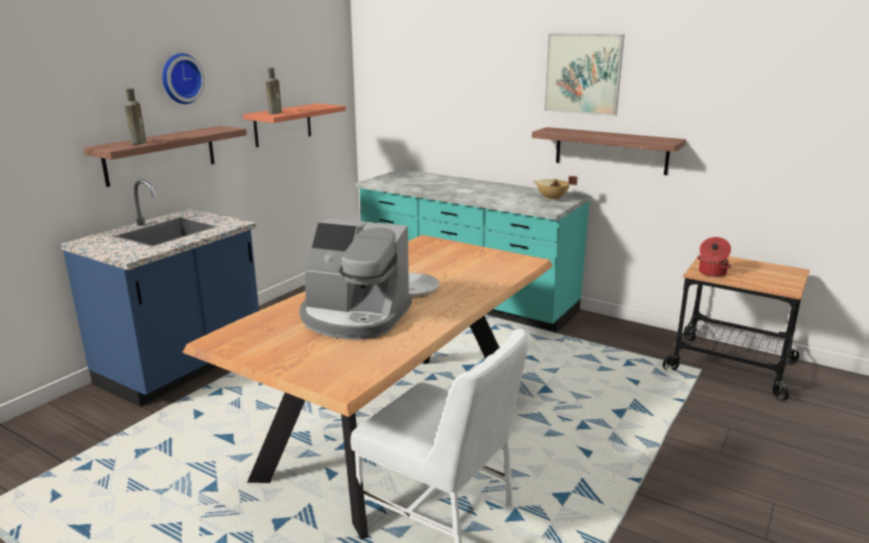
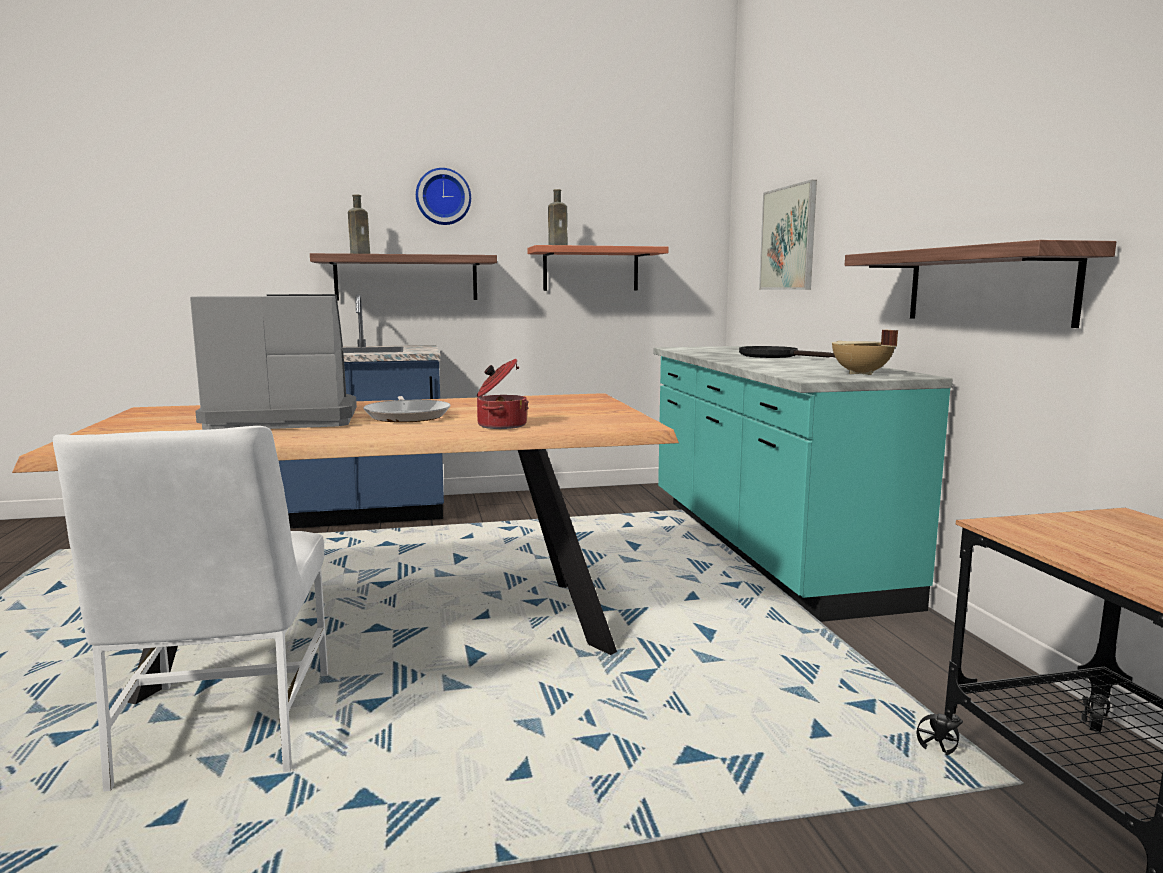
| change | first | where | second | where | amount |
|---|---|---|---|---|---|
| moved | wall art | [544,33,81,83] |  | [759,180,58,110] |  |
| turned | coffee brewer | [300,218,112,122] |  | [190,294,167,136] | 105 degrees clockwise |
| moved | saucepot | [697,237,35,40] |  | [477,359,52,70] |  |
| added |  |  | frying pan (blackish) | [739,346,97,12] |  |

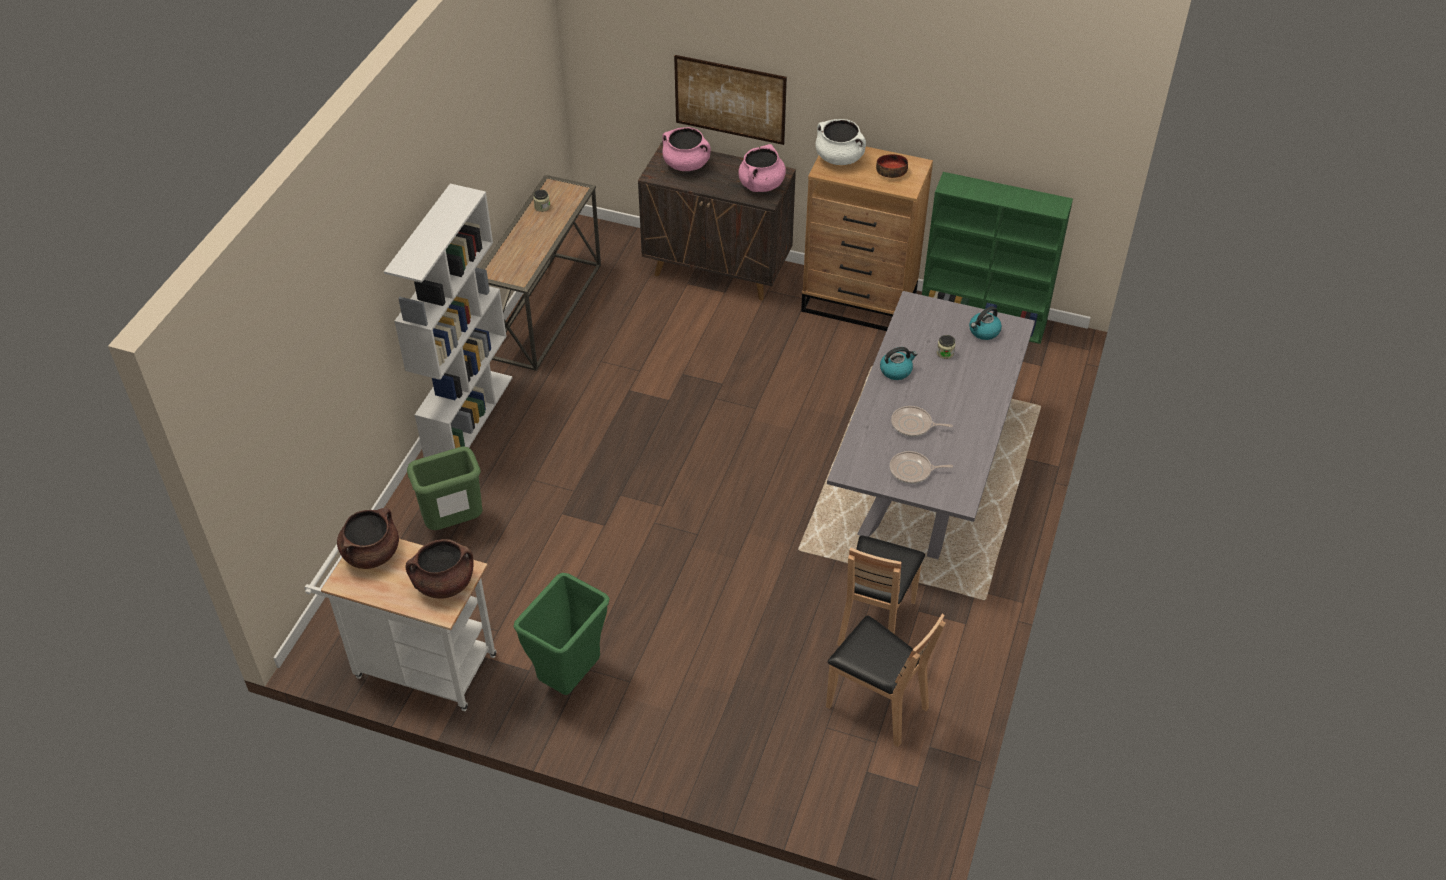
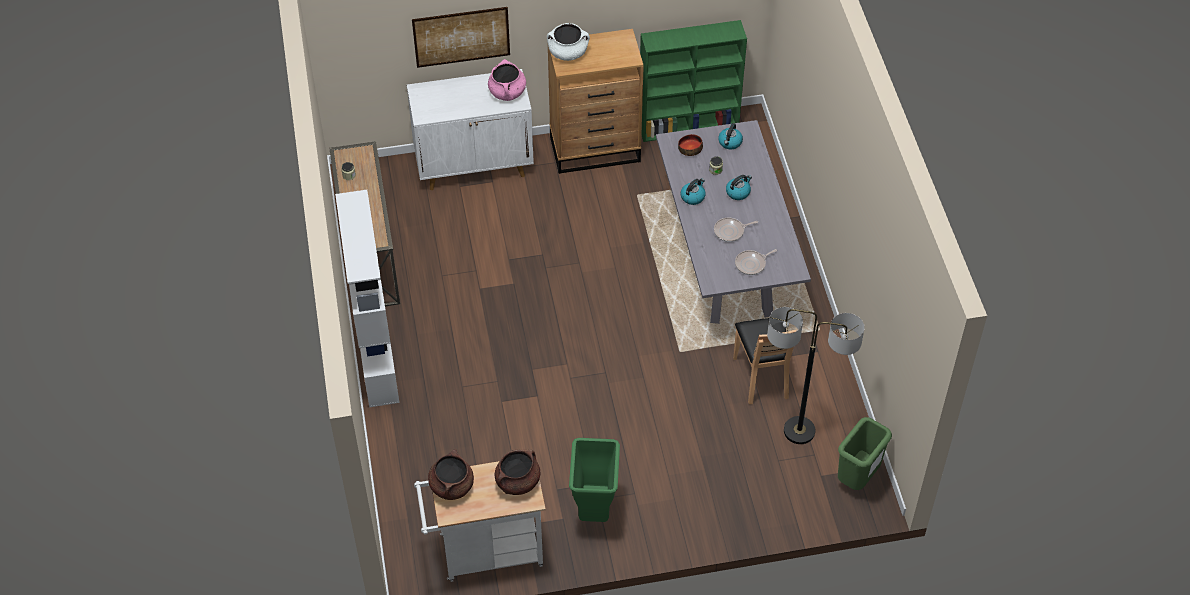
| change | first | where | second | where | amount |
|---|---|---|---|---|---|
| removed | saucepot (pink) | [662,127,49,44] |  |  |  |
| recoloured | storage cabinet (brownish) | [638,141,158,159] | storage cabinet (white) | [407,69,127,121] |  |
| moved | bowl | [876,154,32,24] |  | [678,134,25,22] |  |
| moved | trash can (green) | [407,446,76,84] |  | [838,417,54,73] |  |
| replaced | upright chair (brownish) | [826,614,120,133] | floor lamp | [767,307,98,137] |  |
| added |  |  | tea kettle | [726,175,26,25] |  |

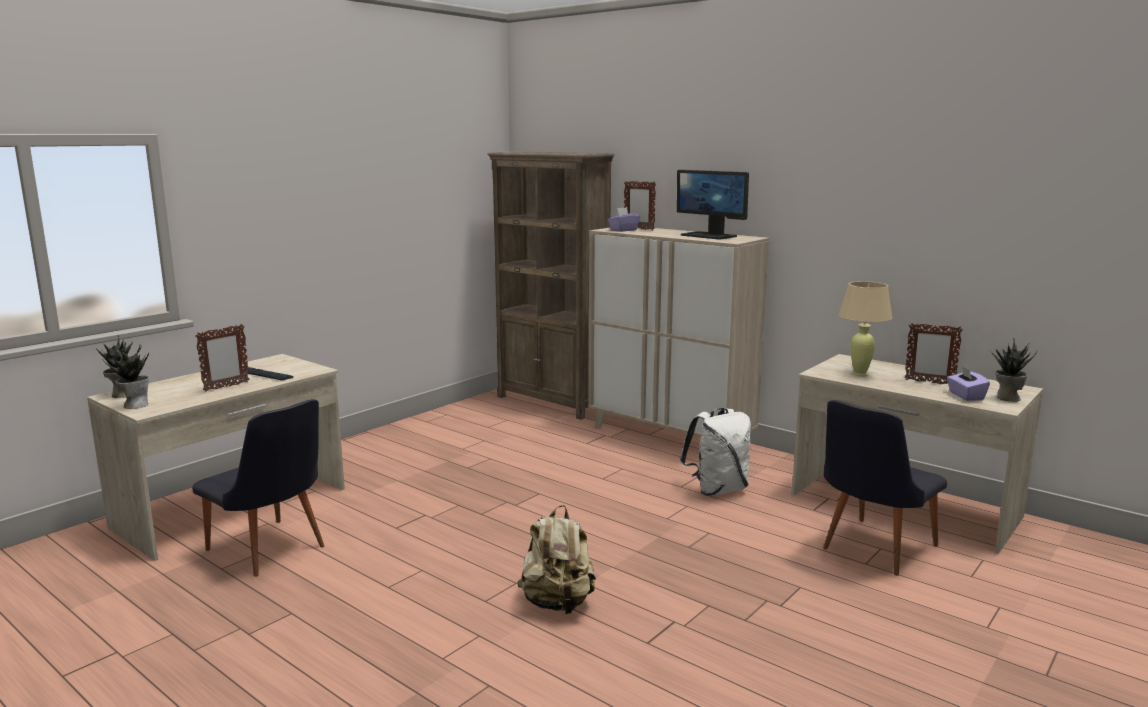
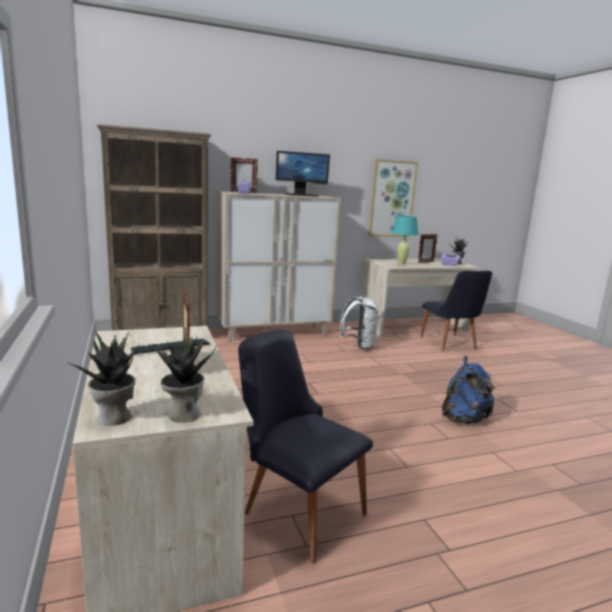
| change | first | where | second | where | amount |
|---|---|---|---|---|---|
| recoloured | tabletop lamp (sand-coloured) | [839,281,53,95] | tabletop lamp (turquoise) | [392,216,27,49] |  |
| turned | upright chair (blackish) | [192,399,132,178] |  | [238,329,135,235] | 120 degrees counterclockwise |
| recoloured | backpack (sand-coloured) | [517,505,79,109] | backpack (blue) | [442,356,54,68] |  |
| added |  |  | wall art | [368,159,50,78] |  |

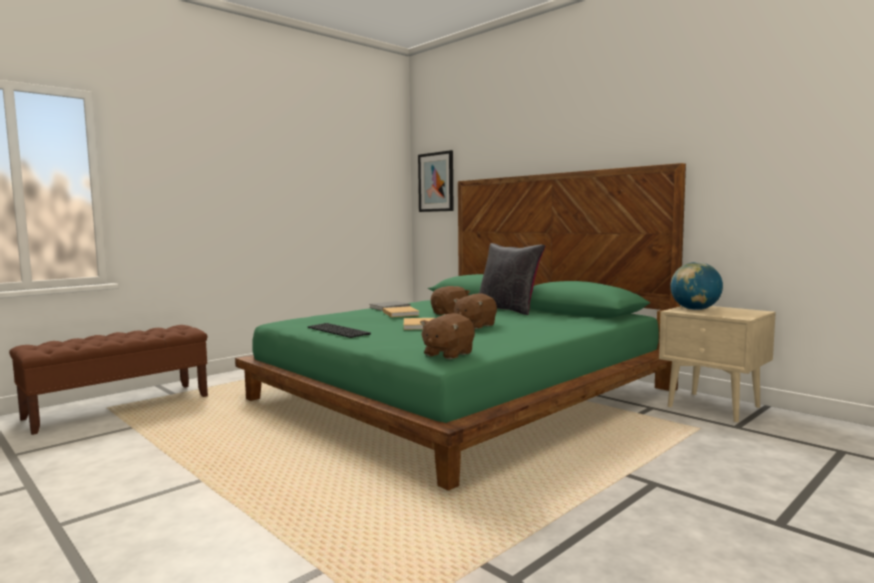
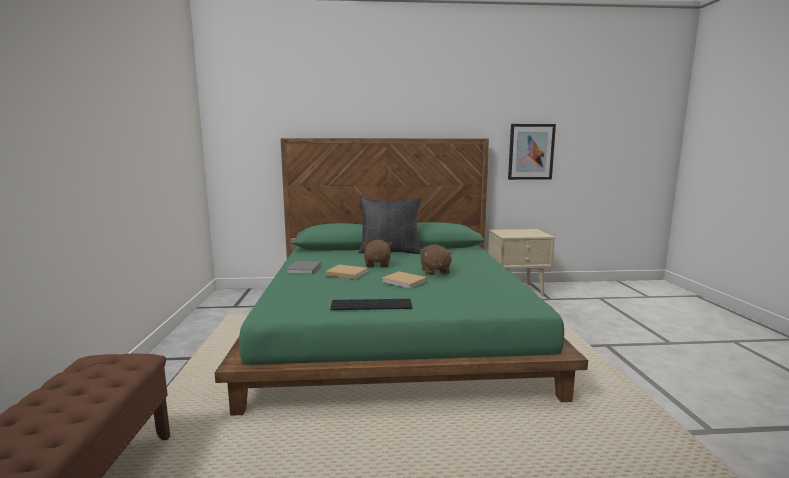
| change | first | where | second | where | amount |
|---|---|---|---|---|---|
| moved | wall art | [418,150,36,62] |  | [508,124,48,56] |  |
| removed | world globe | [670,262,53,48] |  |  |  |
| removed | cuddly toy (brownish) | [420,313,55,46] |  |  |  |

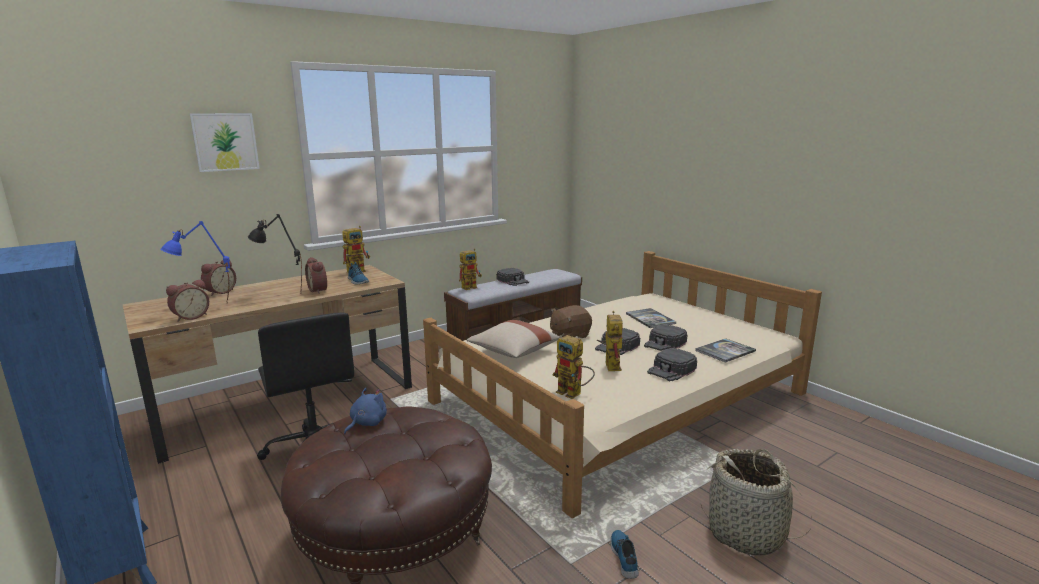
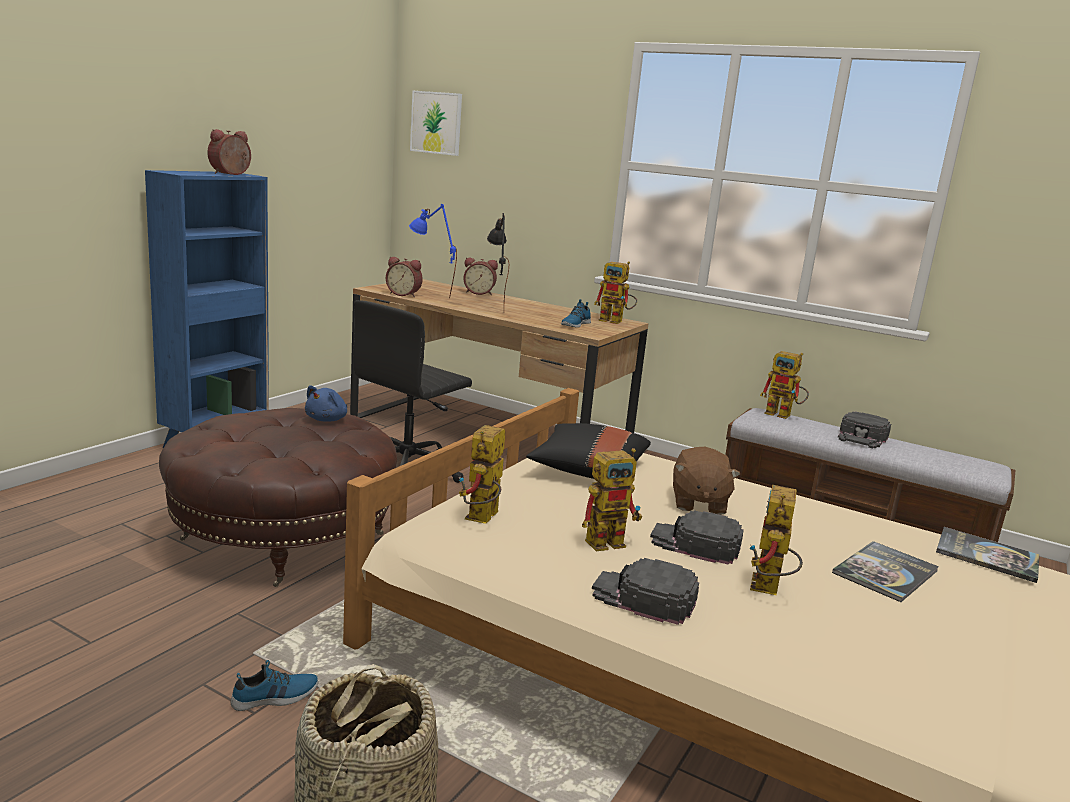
| change | first | where | second | where | amount |
|---|---|---|---|---|---|
| moved | wall art | [189,113,71,59] |  | [410,91,52,65] |  |
| moved | alarm clock | [305,257,22,37] |  | [207,129,44,46] |  |
| turned | cuddly toy (brownish) | [550,305,42,33] |  | [673,447,67,68] | 120 degrees counterclockwise |
| recoloured | cushion (sand-coloured) | [467,320,93,38] | cushion (blackish) | [526,423,125,56] |  |
| replaced | cap (blackish) | [644,324,44,27] | toy robot | [750,485,53,110] |  |
| moved | book | [695,338,61,25] |  | [936,527,103,56] |  |
| turned | cuddly toy (blue) | [344,388,43,46] |  | [305,385,42,37] | 105 degrees clockwise |

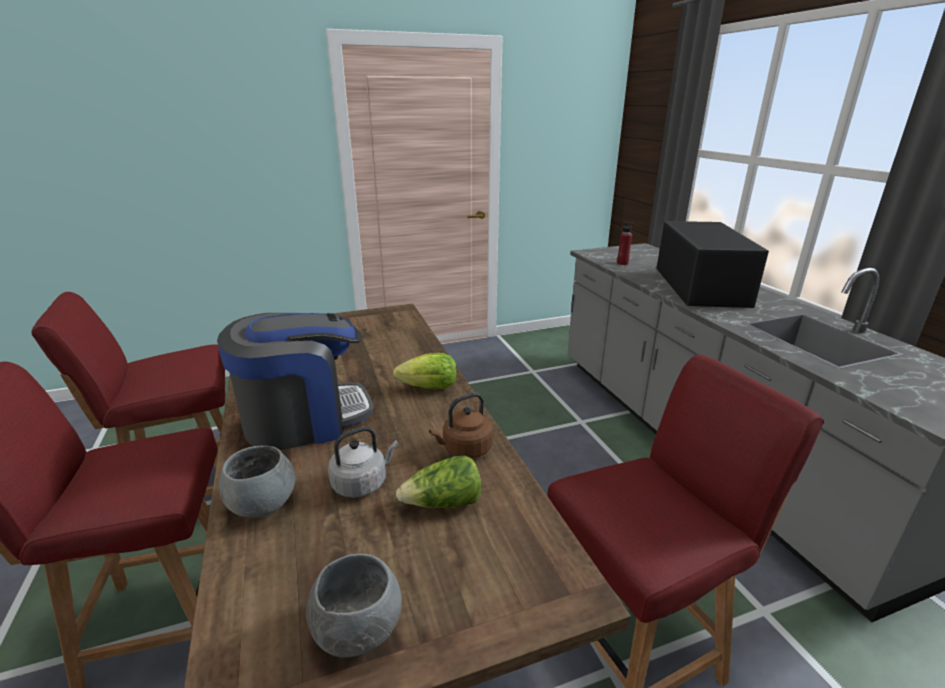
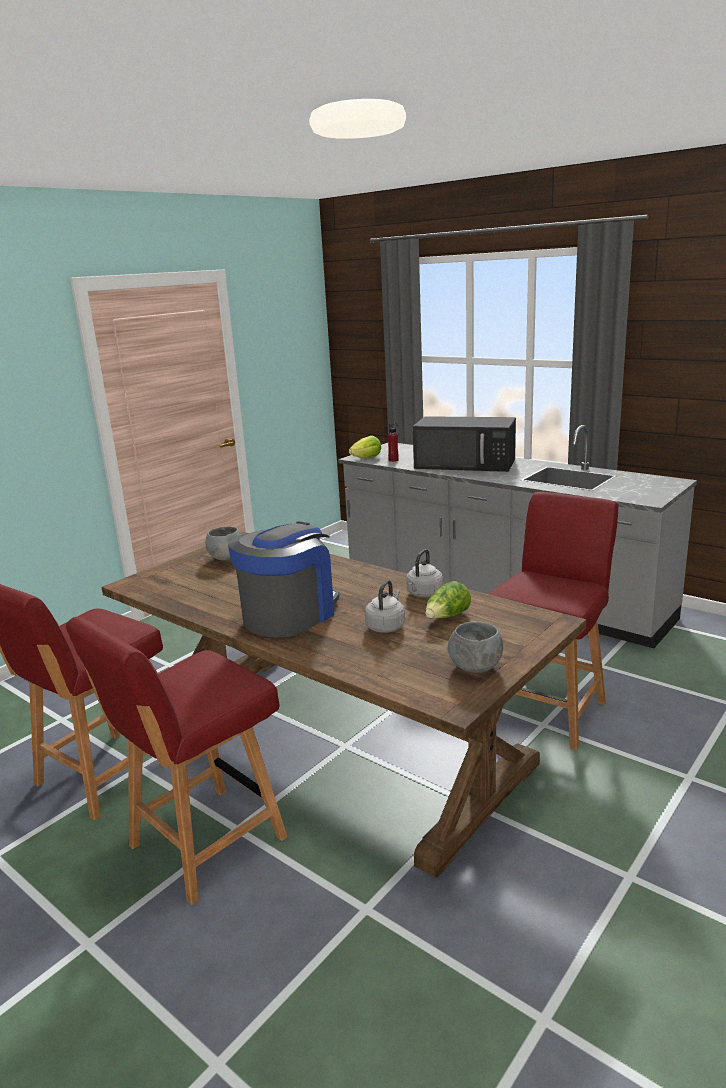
| change | first | where | second | where | amount |
|---|---|---|---|---|---|
| turned | microwave oven (blackish) | [656,221,113,87] |  | [413,416,103,56] | 135 degrees clockwise |
| moved | lettuce head | [393,353,64,36] |  | [349,436,32,22] |  |
| recoloured | tea kettle (brownish) | [429,393,64,66] | tea kettle (greyish) | [406,549,37,48] |  |
| moved | bowl (greyish) | [219,446,77,72] |  | [205,526,37,34] |  |

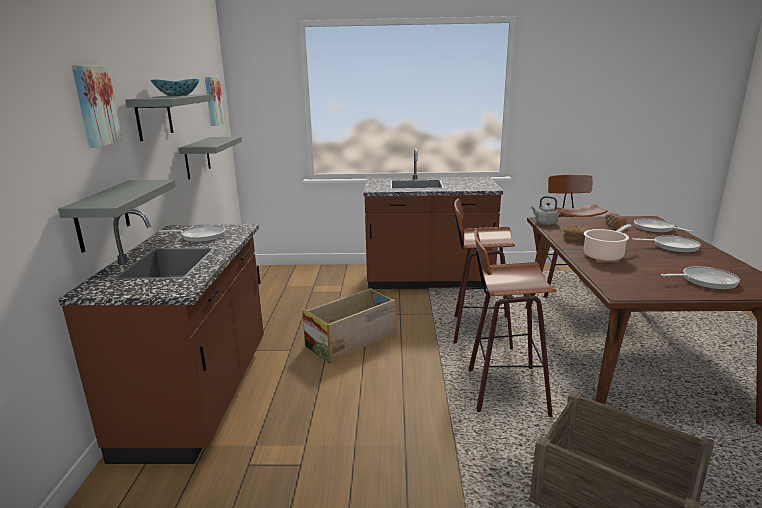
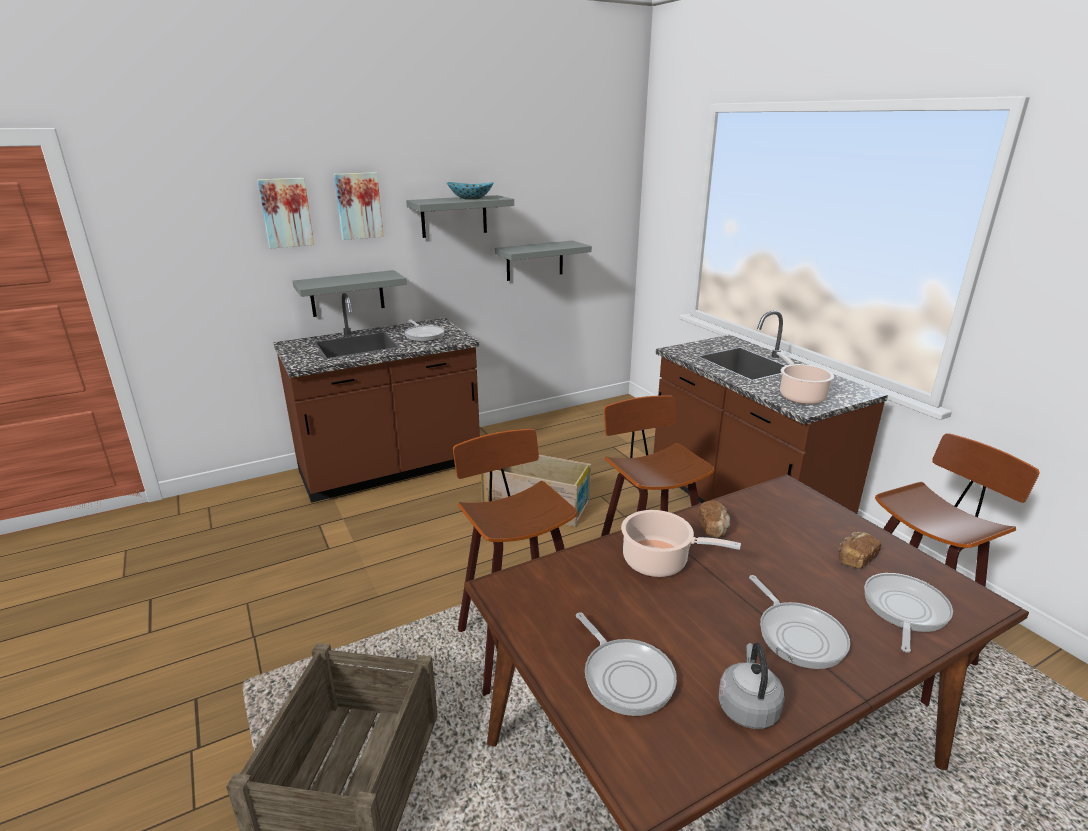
| change | first | where | second | where | amount |
|---|---|---|---|---|---|
| moved | wall art | [205,77,20,49] |  | [257,178,57,71] |  |
| moved | tea kettle (greyish) | [531,196,28,29] |  | [718,643,67,86] |  |
| added |  |  | saucepot | [777,352,57,52] |  |

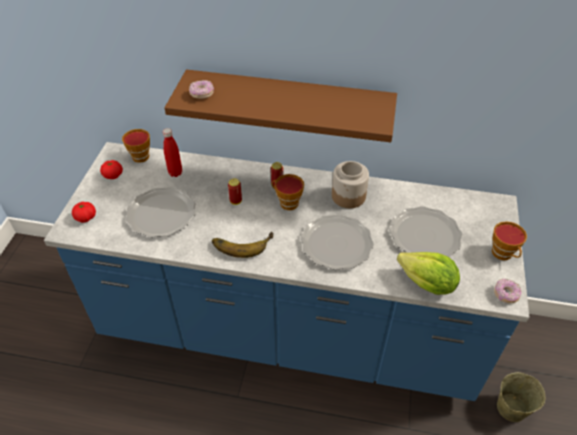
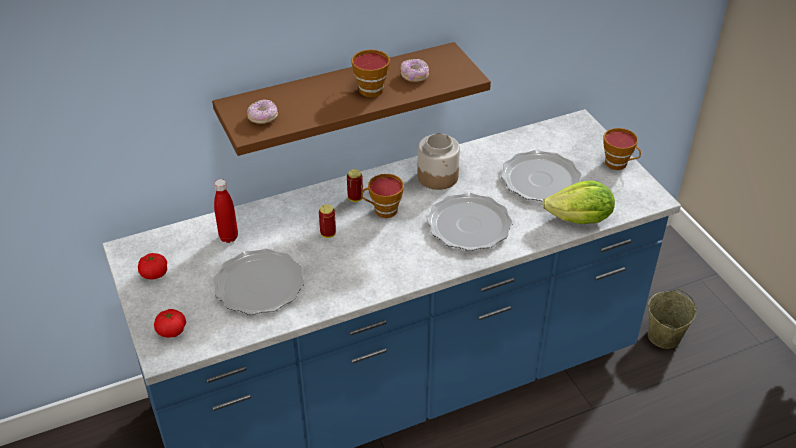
| change | first | where | second | where | amount |
|---|---|---|---|---|---|
| moved | drinking cup | [122,129,28,34] |  | [352,50,38,47] |  |
| removed | banana fruit | [212,232,61,26] |  |  |  |
| moved | doughnut | [494,279,27,25] |  | [401,59,28,23] |  |

